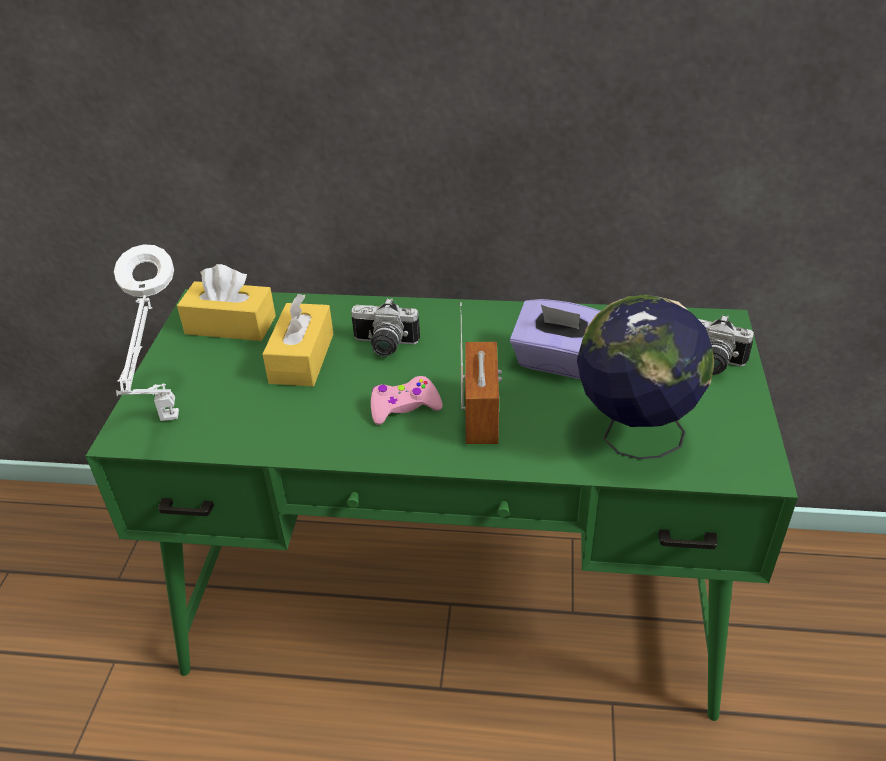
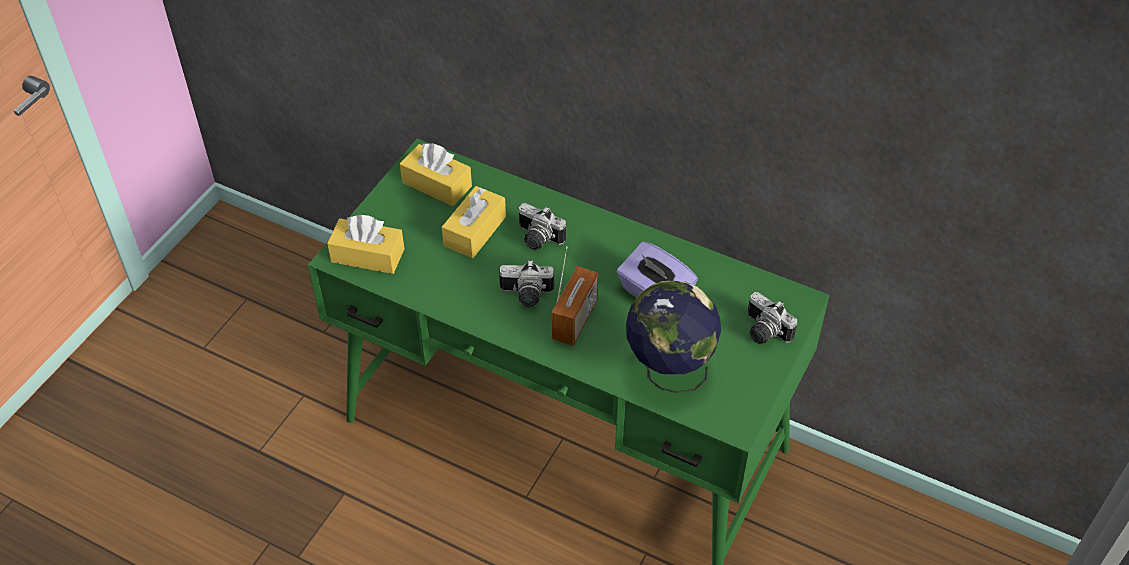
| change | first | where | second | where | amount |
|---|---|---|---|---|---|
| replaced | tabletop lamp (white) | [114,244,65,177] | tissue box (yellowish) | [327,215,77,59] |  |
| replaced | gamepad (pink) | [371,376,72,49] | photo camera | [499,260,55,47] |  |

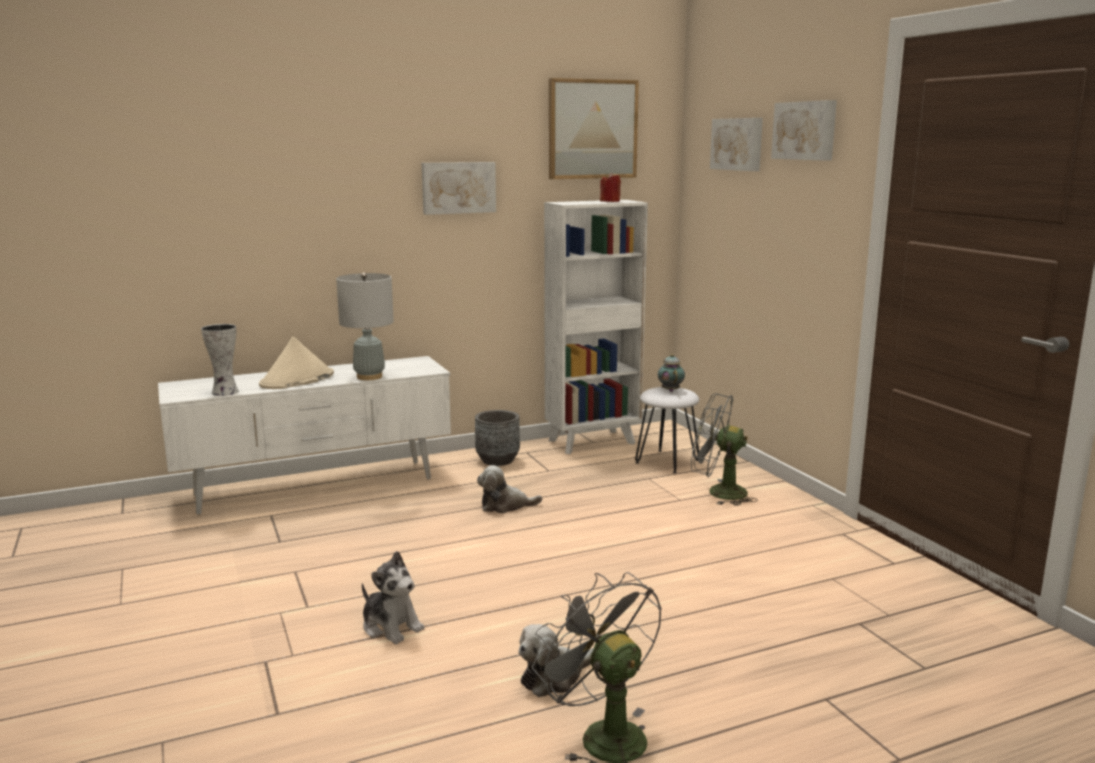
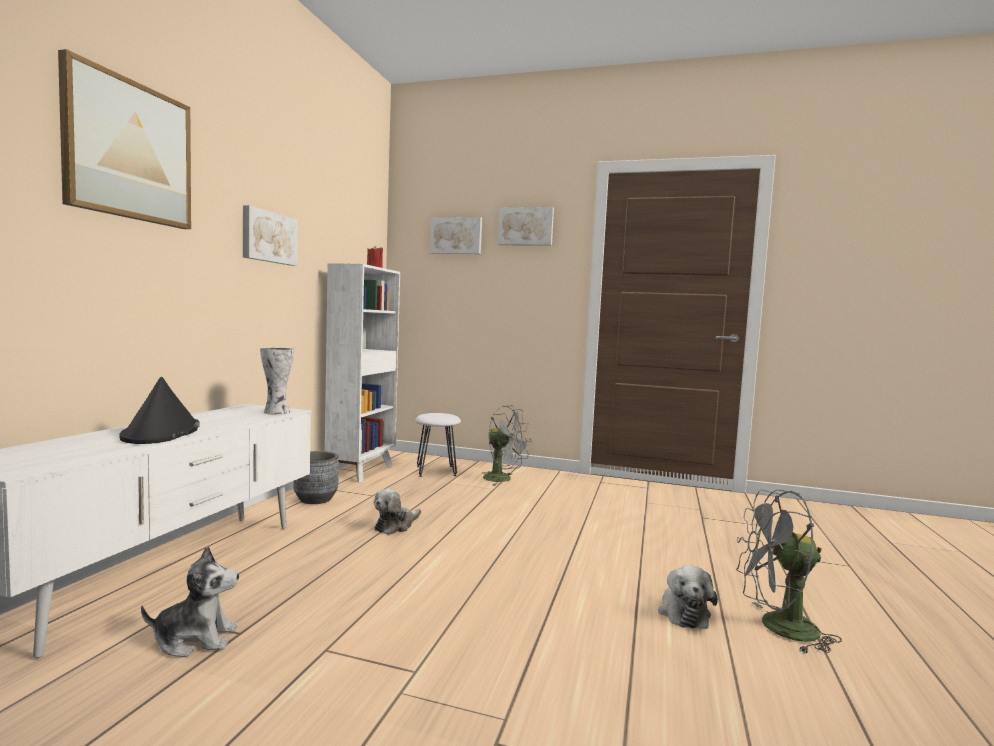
| change | first | where | second | where | amount |
|---|---|---|---|---|---|
| moved | wall art | [549,78,90,101] |  | [58,49,133,180] |  |
| removed | tabletop lamp (greyish) | [336,273,58,107] |  |  |  |
| moved | vase | [201,324,38,72] |  | [260,347,34,67] |  |
| recoloured | wearable hat (sand-coloured) | [259,337,75,52] | wearable hat (blackish) | [119,377,81,67] |  |
| removed | pot for tea | [658,354,27,38] |  |  |  |
| turned | electric fan (greyish) | [691,393,67,113] |  | [482,406,49,80] | 120 degrees counterclockwise |
| moved | cuddly toy | [362,551,63,93] |  | [141,546,98,111] |  |

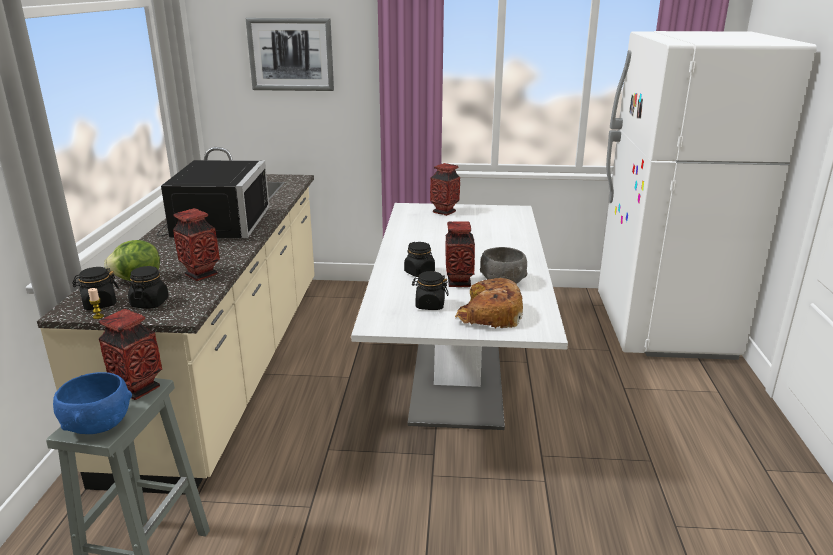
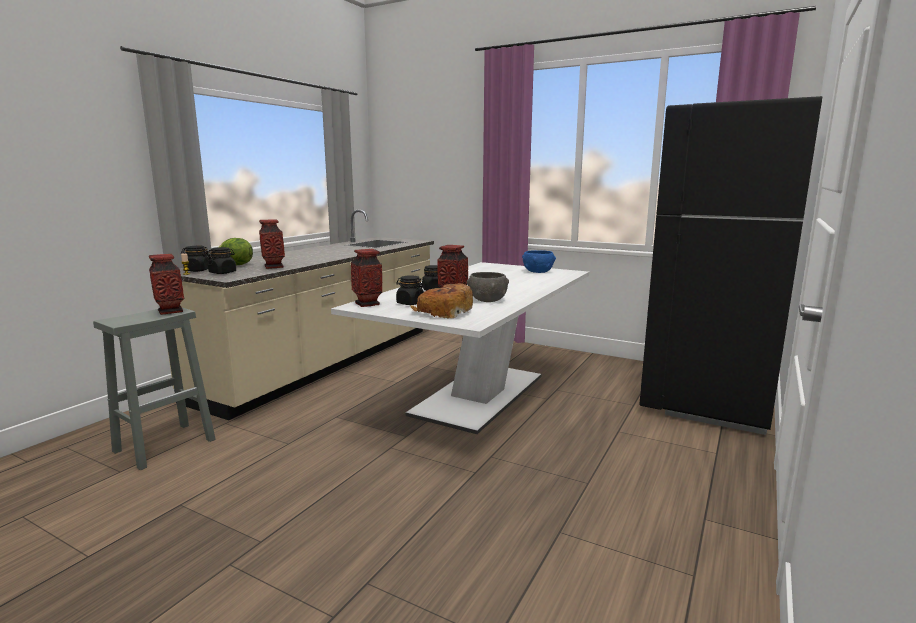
| change | first | where | second | where | amount |
|---|---|---|---|---|---|
| removed | wall art | [246,18,88,73] |  |  |  |
| recoloured | fridge (white) | [598,31,219,329] | fridge (blackish) | [639,96,183,339] |  |
| removed | microwave oven (blackish) | [157,160,113,78] |  |  |  |
| moved | vase | [430,163,30,53] |  | [351,249,31,58] |  |
| moved | bowl (blue) | [53,372,79,62] |  | [522,250,34,23] |  |

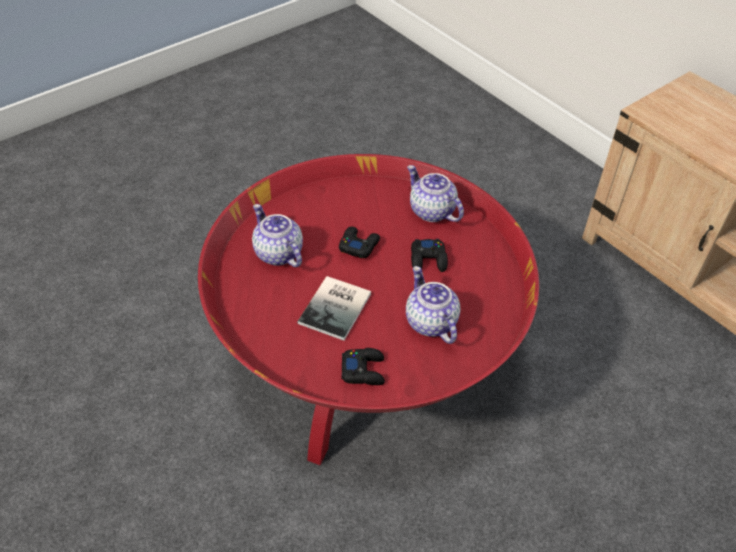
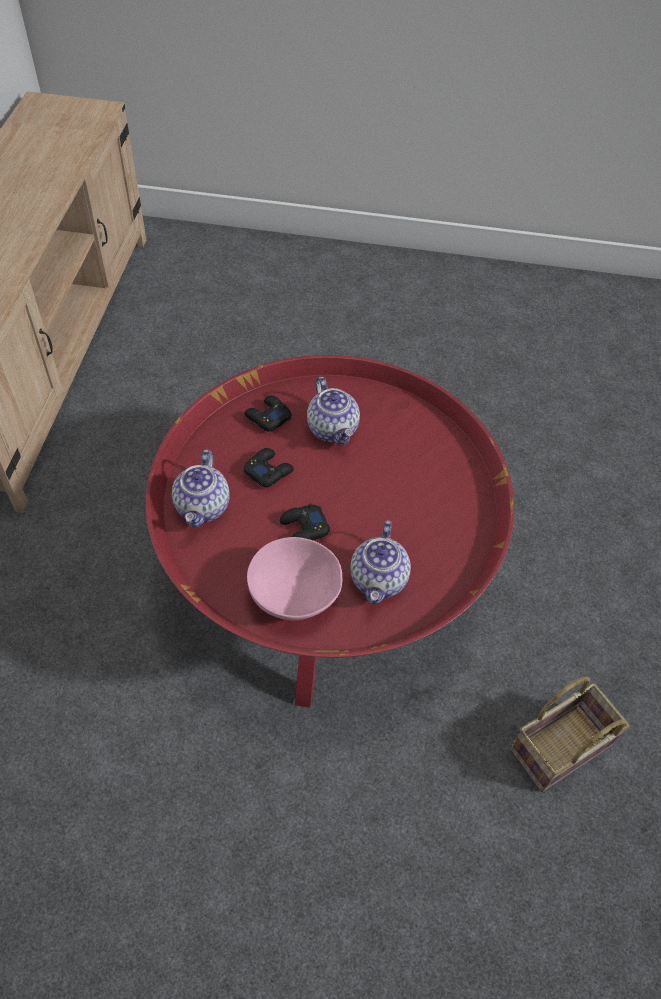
| change | first | where | second | where | amount |
|---|---|---|---|---|---|
| turned | pot for tea | [406,266,54,78] |  | [307,377,53,69] | 45 degrees counterclockwise |
| removed | book | [297,276,74,65] |  |  |  |
| moved | gamepad (blackish) | [342,348,43,37] |  | [244,395,47,36] |  |
| added |  |  | bowl (pink) | [247,537,95,83] |  |
| added |  |  | storage basket | [511,676,118,116] |  |

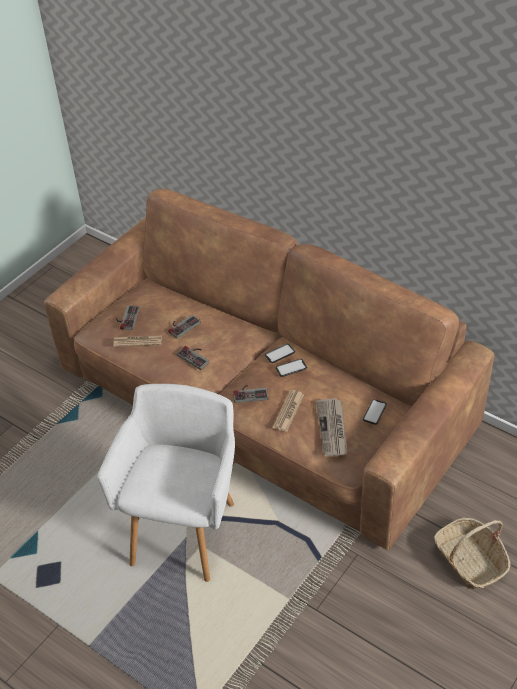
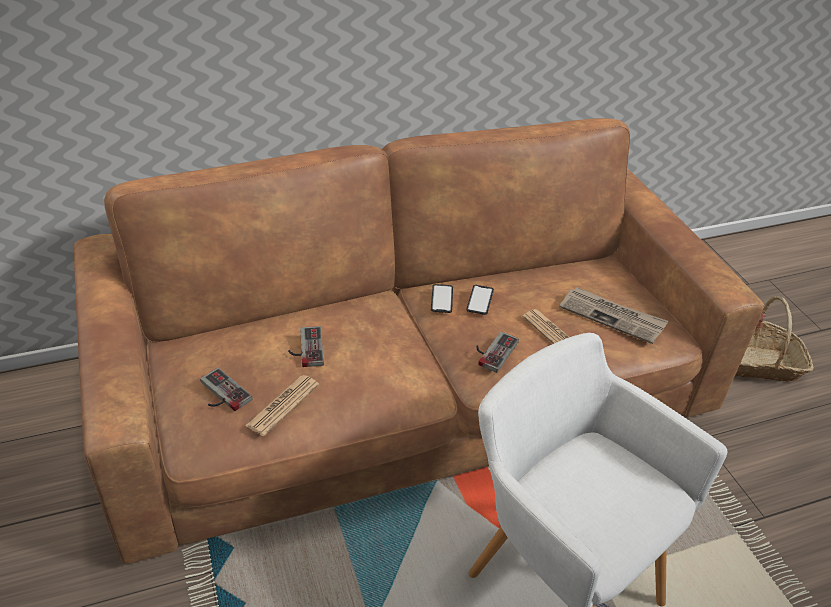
| change | first | where | second | where | amount |
|---|---|---|---|---|---|
| removed | gamepad | [177,346,32,24] |  |  |  |
| removed | handset | [363,399,24,26] |  |  |  |

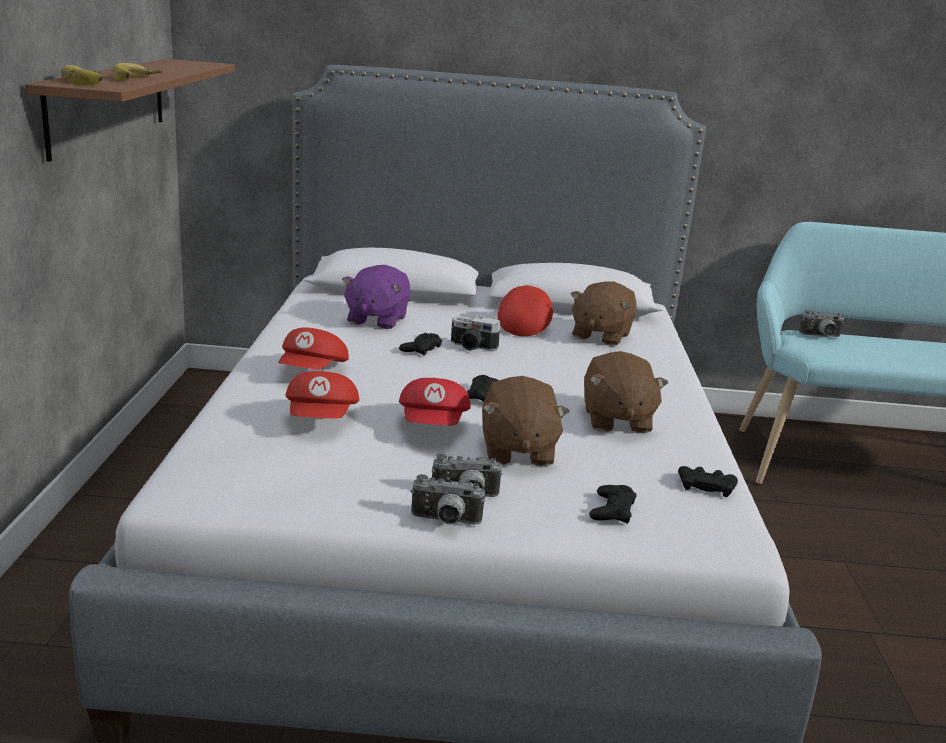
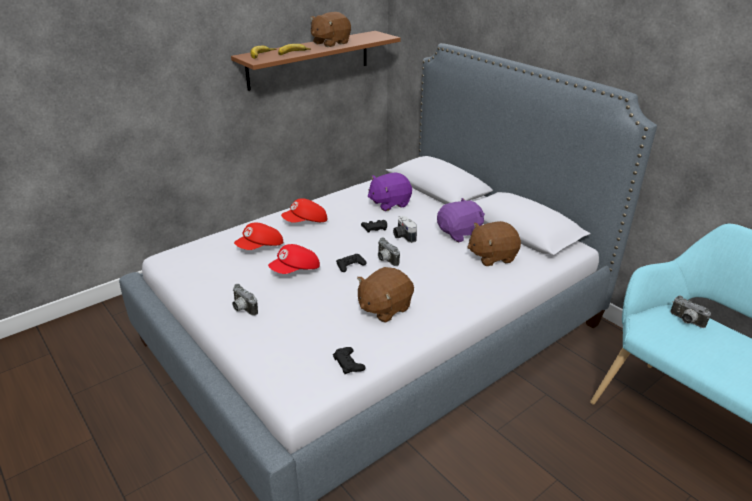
| change | first | where | second | where | amount |
|---|---|---|---|---|---|
| replaced | cap (red-coloured) | [498,284,55,52] | cuddly toy (purple-coloured) | [437,198,48,44] |  |
| moved | cuddly toy (brownish) | [482,376,87,90] |  | [310,12,41,35] |  |
| moved | photo camera | [411,474,74,50] |  | [378,237,22,29] |  |
| removed | gamepad (blackish) | [589,485,47,39] |  |  |  |

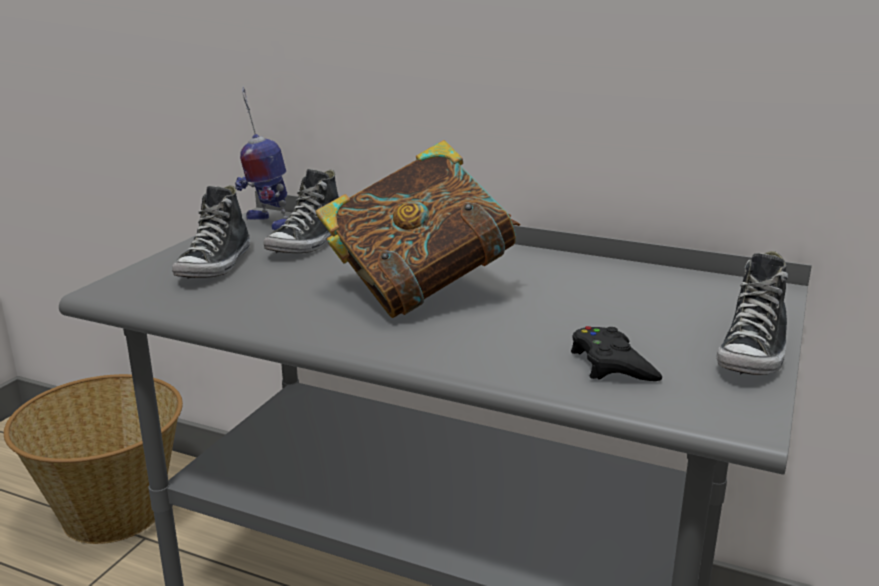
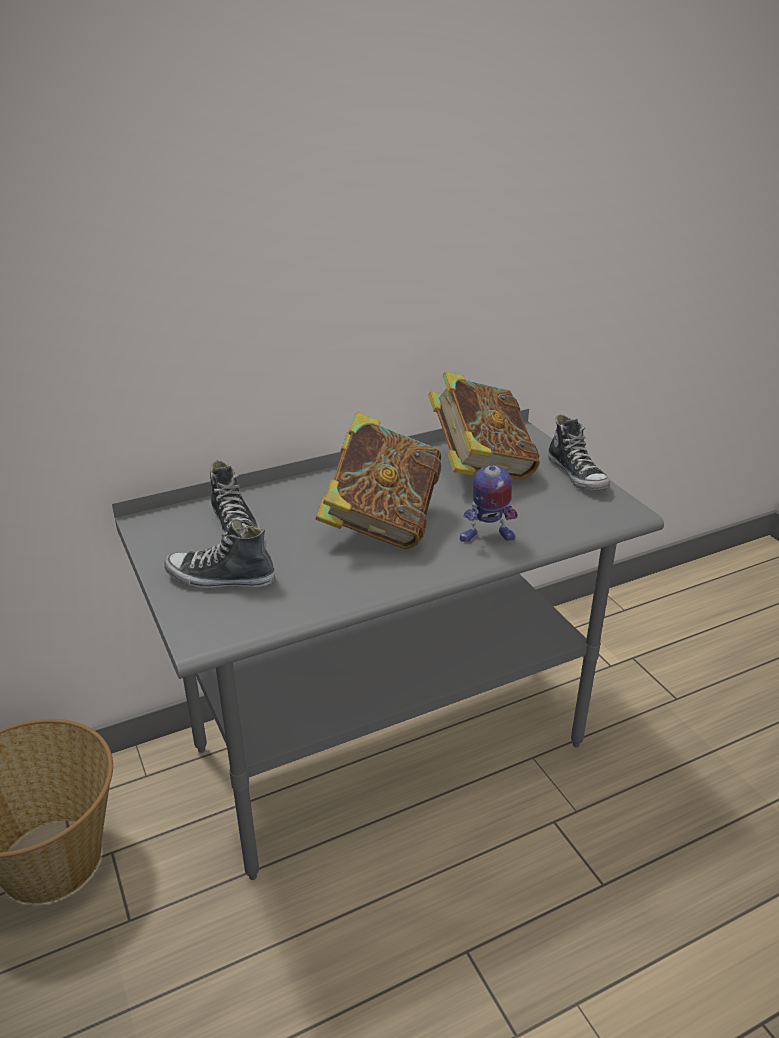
| change | first | where | second | where | amount |
|---|---|---|---|---|---|
| moved | toy robot | [235,87,53,143] |  | [460,428,58,115] |  |
| turned | low shoe | [172,185,78,94] |  | [164,519,111,69] | 135 degrees clockwise |
| removed | gamepad (blackish) | [571,326,91,55] |  |  |  |
| added |  |  | book | [428,371,112,109] |  |

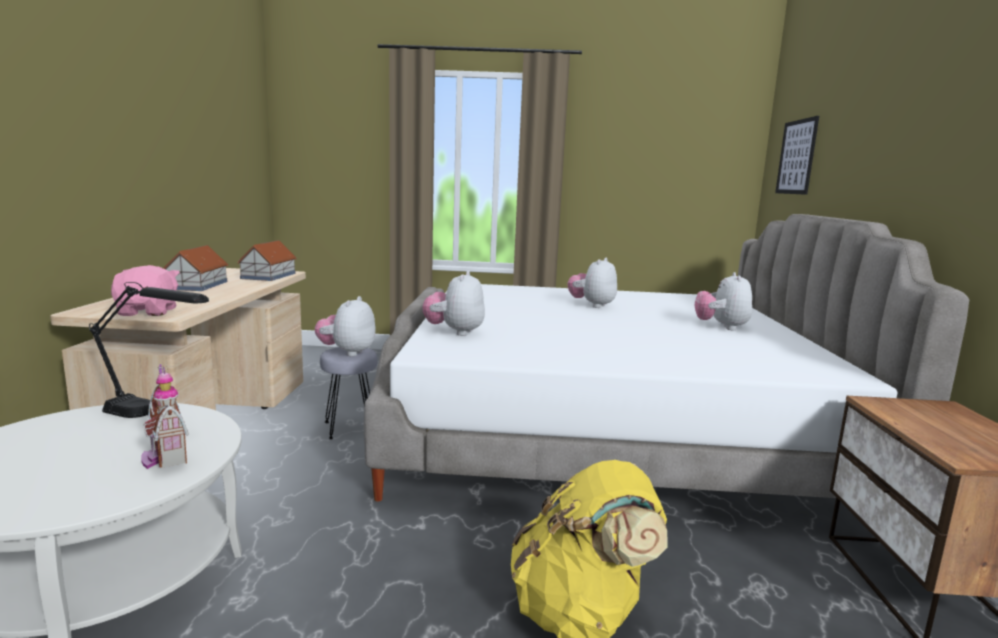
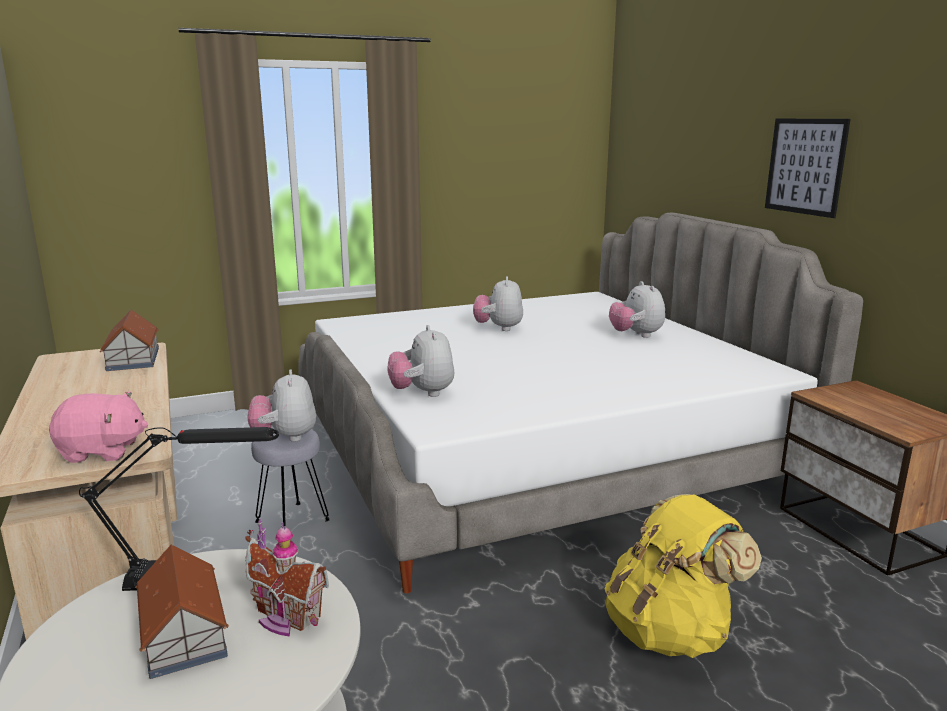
| change | first | where | second | where | amount |
|---|---|---|---|---|---|
| moved | wall art | [775,116,44,79] |  | [765,119,86,99] |  |
| moved | miniature house | [163,245,65,46] |  | [135,545,94,134] |  |
| turned | cuddly toy (pink) | [111,265,69,51] |  | [49,391,99,72] | 120 degrees clockwise |

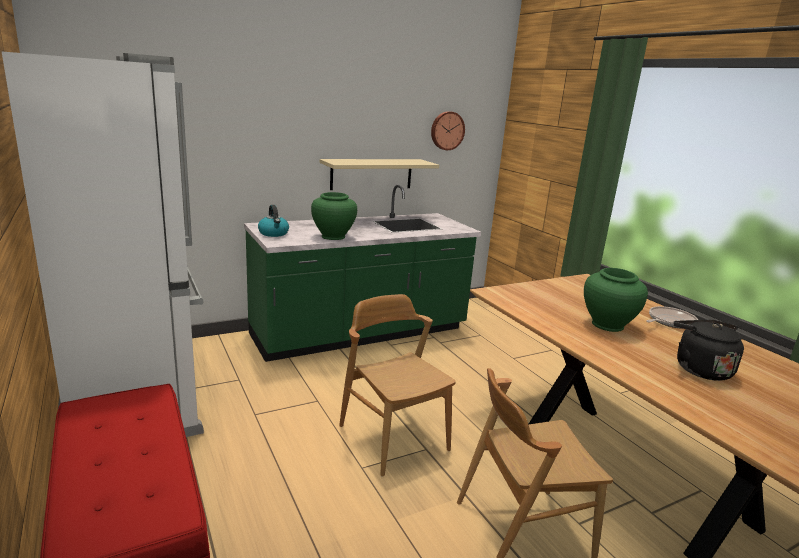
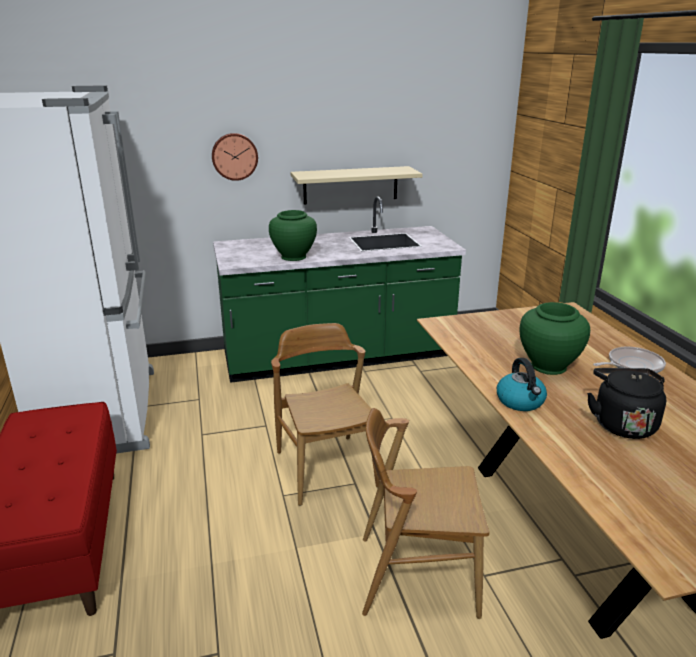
| change | first | where | second | where | amount |
|---|---|---|---|---|---|
| moved | clock on the wall | [431,111,34,39] |  | [212,133,46,48] |  |
| moved | tea kettle | [258,205,31,32] |  | [497,358,50,53] |  |

